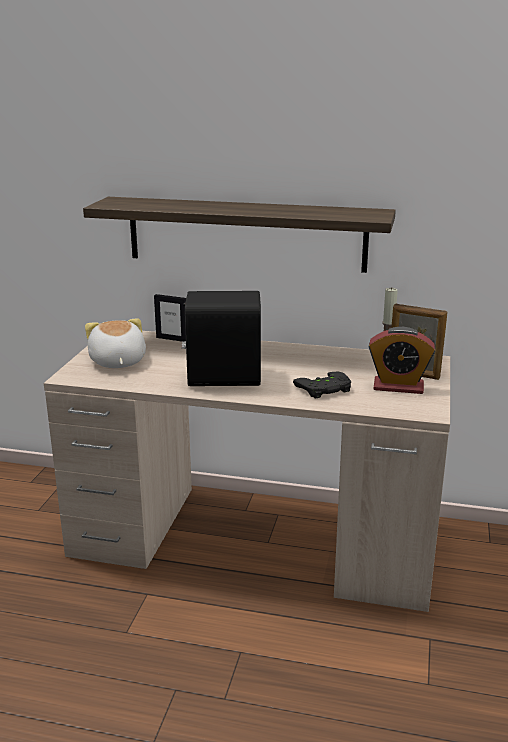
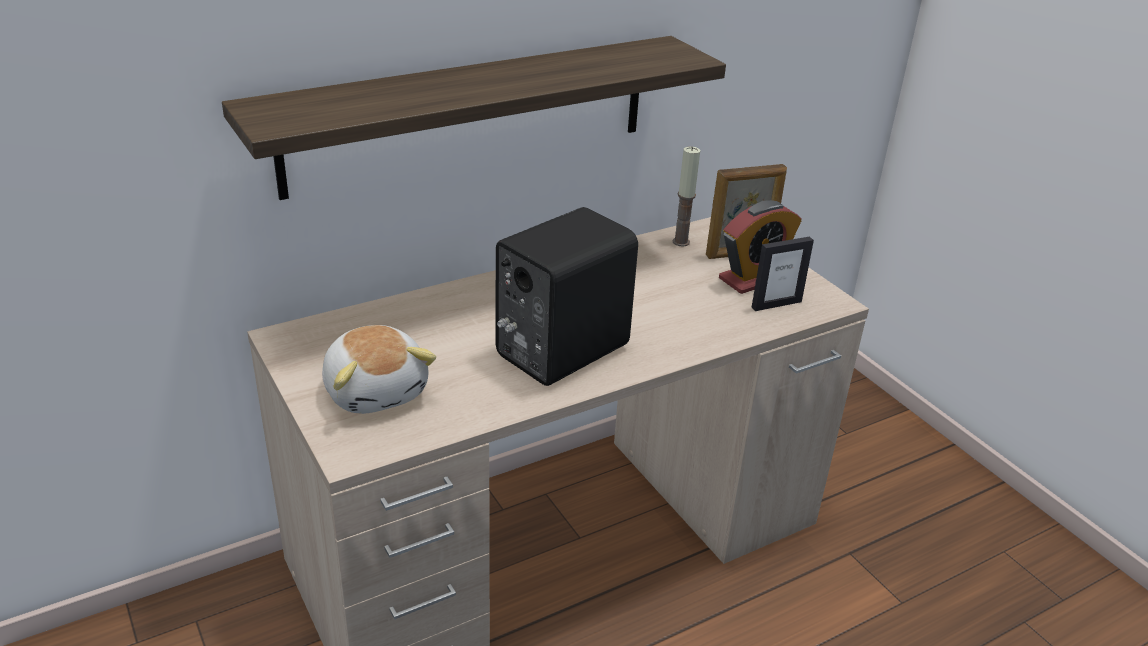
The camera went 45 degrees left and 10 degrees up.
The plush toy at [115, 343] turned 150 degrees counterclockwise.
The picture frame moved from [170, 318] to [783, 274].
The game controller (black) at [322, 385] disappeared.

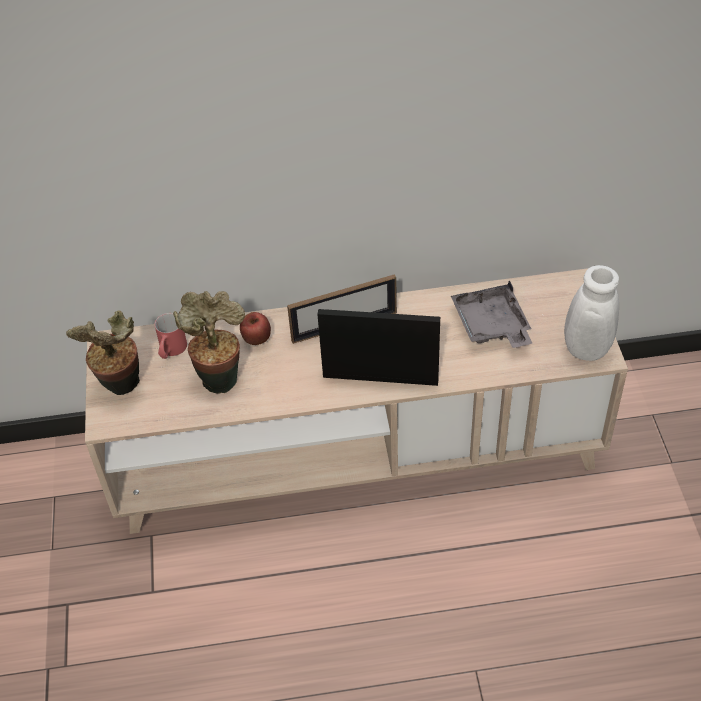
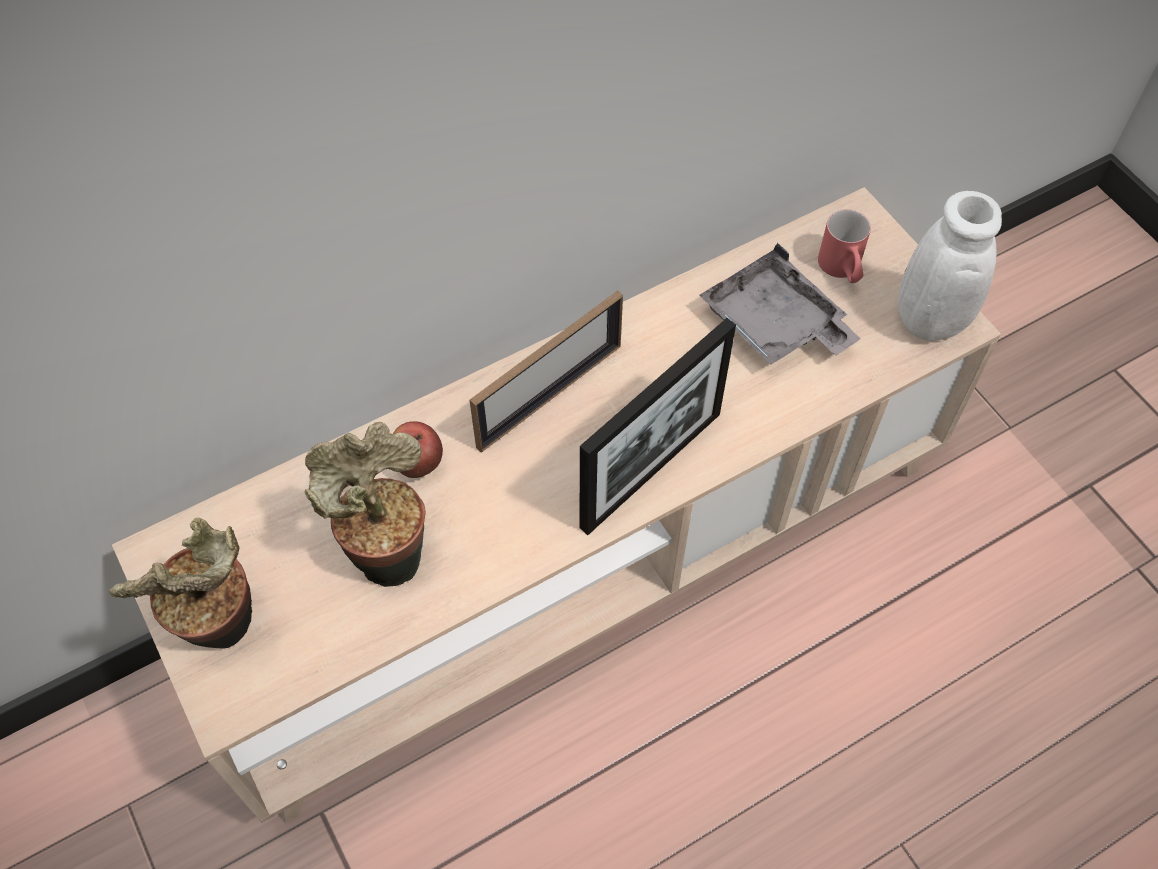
The camera went 25 degrees left and 10 degrees up.
The mug (red) moved from [171, 336] to [844, 246].
The picture frame at [378, 347] turned 150 degrees clockwise.

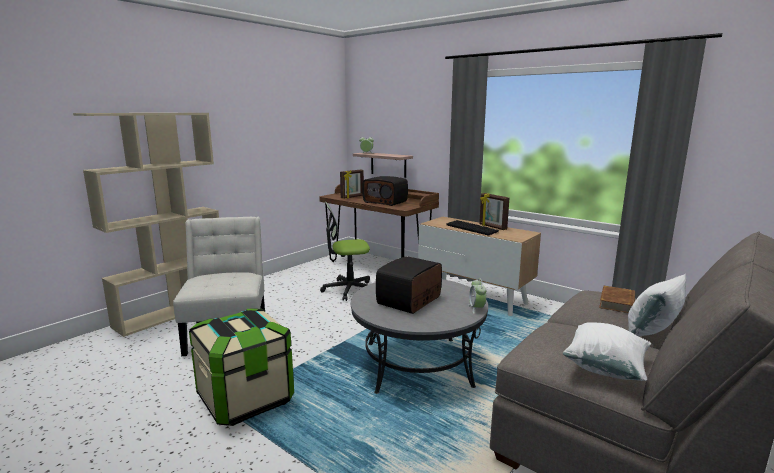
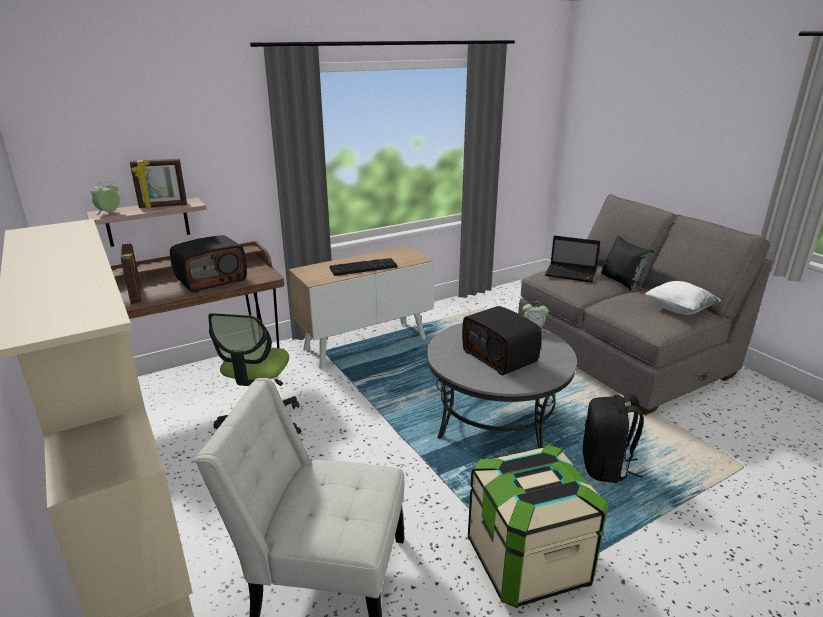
The camera went 70 degrees left and 10 degrees up.
The picture frame moved from [494, 211] to [158, 183].
The book (brown) at [617, 299] was replaced by the laptop at [572, 259].
The pillow (white) at [657, 305] became the pillow (black) at [627, 263].
The backpack (black) at [613, 438] appeared.

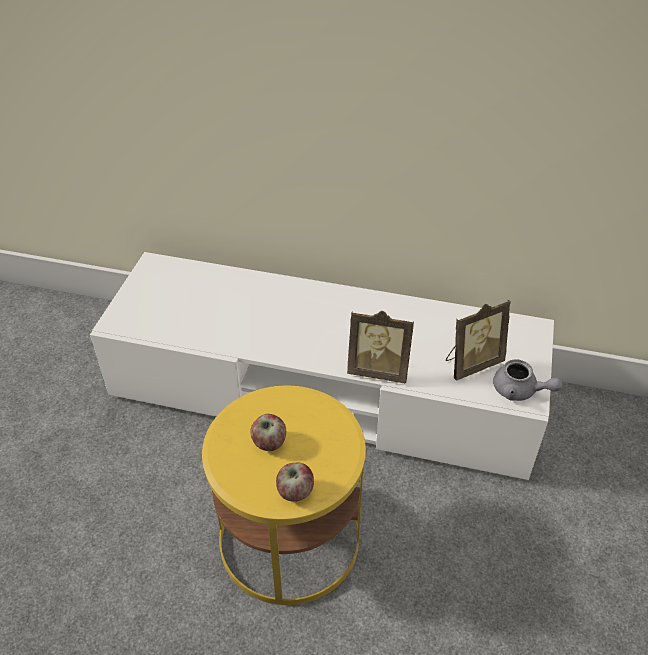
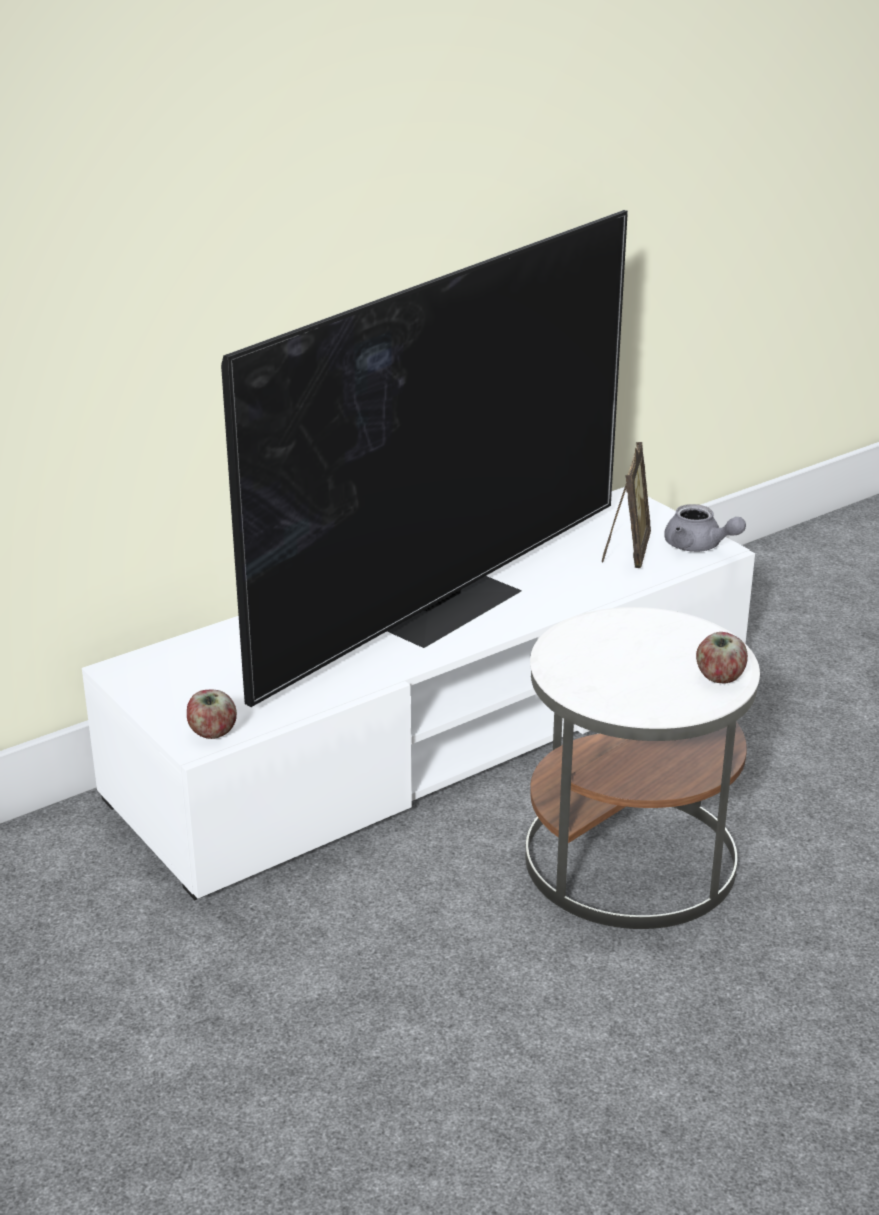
The camera went 50 degrees left and 15 degrees down.
The side table (yellow) at [284, 495] became the side table (white) at [642, 768].
The apple moved from [268, 432] to [212, 714].
The picture frame at [380, 347] disappeared.
The teapot (grey) at [528, 380] turned 60 degrees clockwise.
The television at [424, 458] appeared.

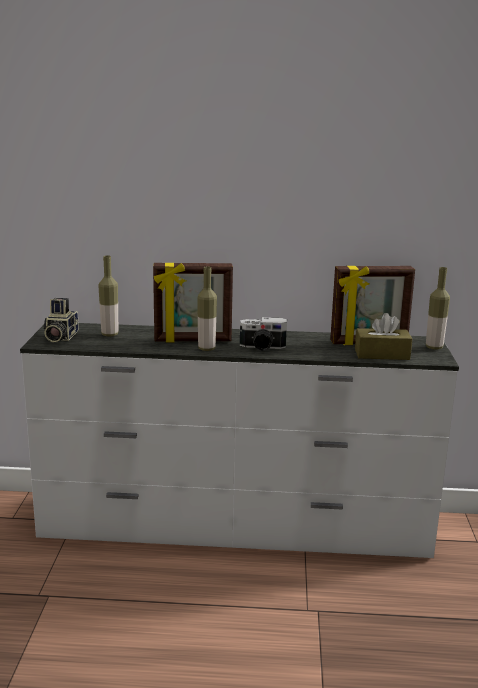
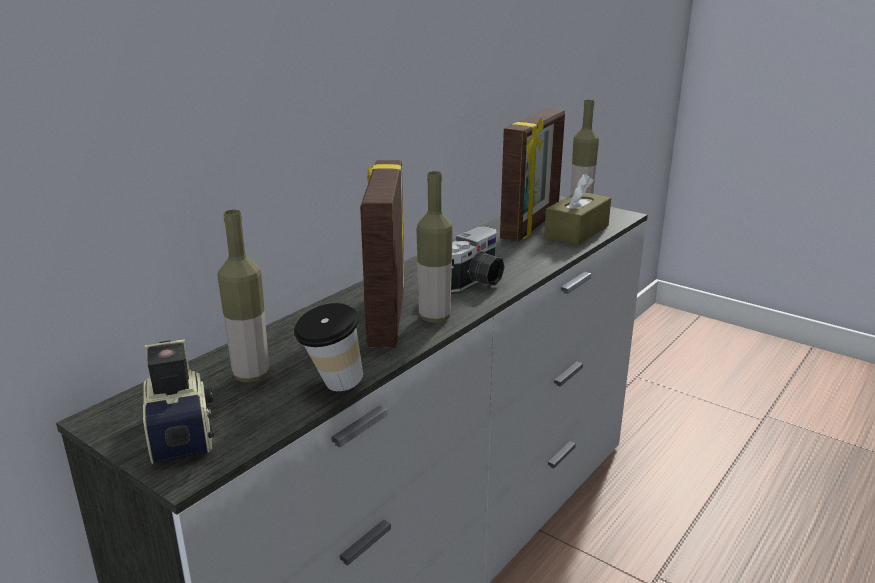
The camera went 55 degrees left and 5 degrees up.
The photo camera at [61, 320] turned 150 degrees counterclockwise.
The picture frame at [193, 303] turned 150 degrees clockwise.
The cup at [328, 347] appeared.

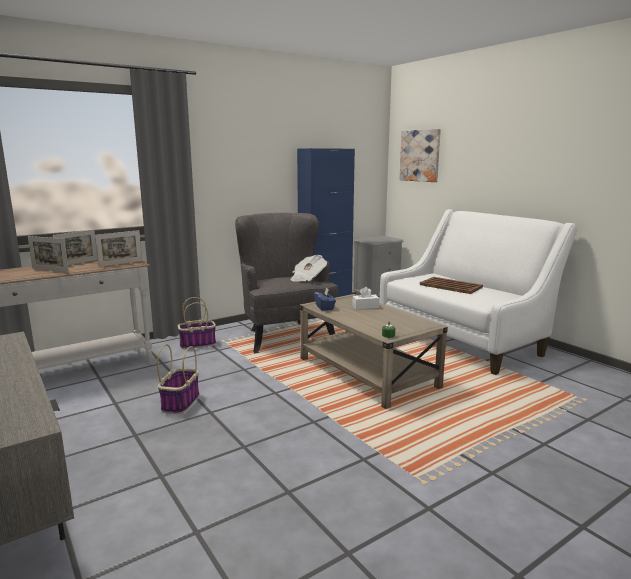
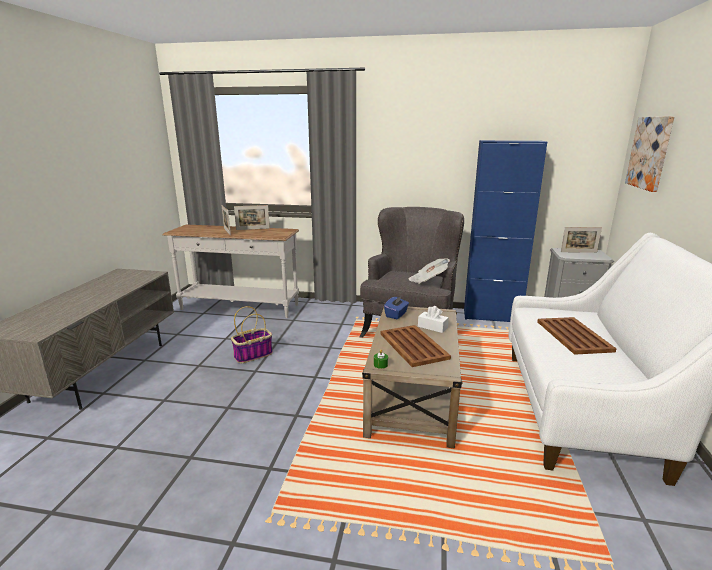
The camera went 45 degrees right and 5 degrees up.
The picture frame moved from [118, 248] to [581, 240].
The basket at [197, 323] disappeared.
The tray (brown) at [416, 346] appeared.

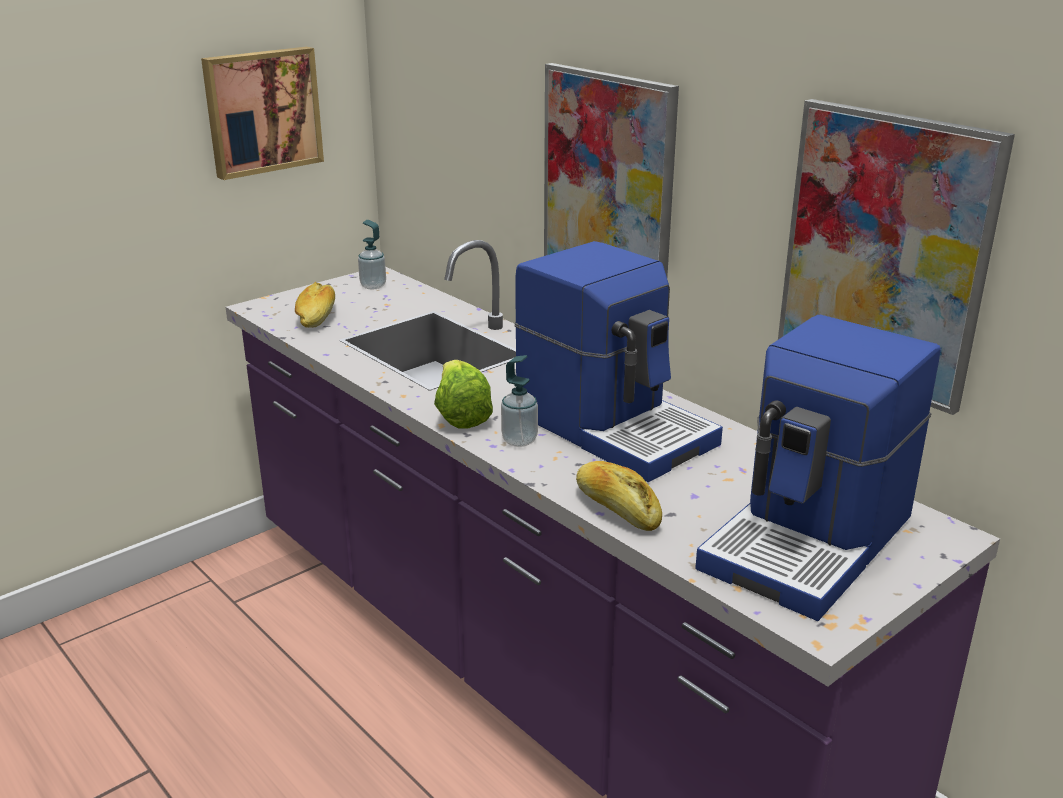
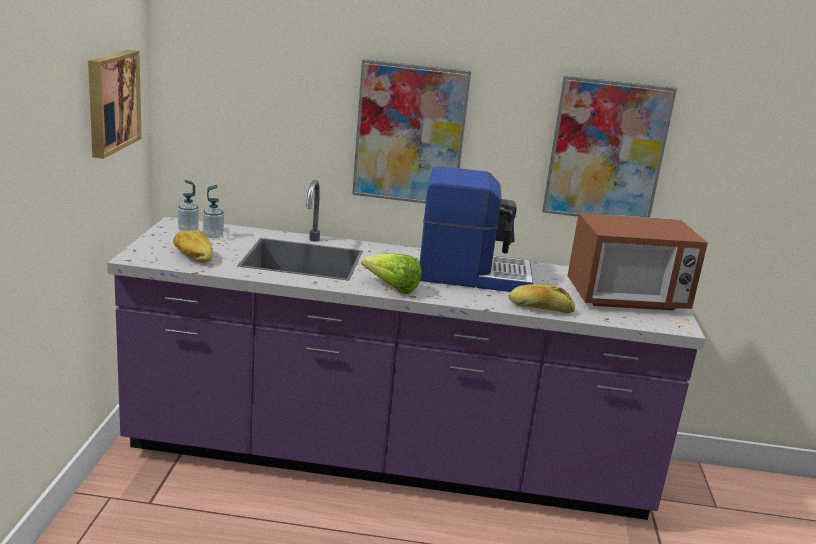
The camera went 45 degrees left and 5 degrees down.
The soap dispenser moved from [519, 401] to [213, 211].
The coffee machine at [818, 468] was replaced by the microwave at [638, 261].

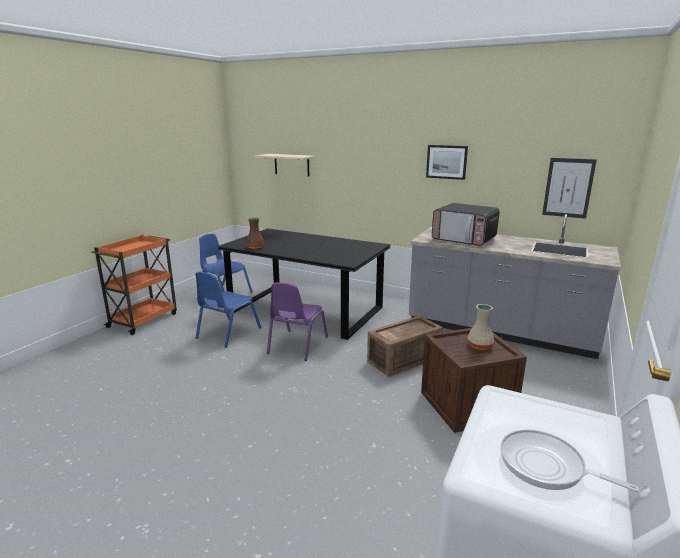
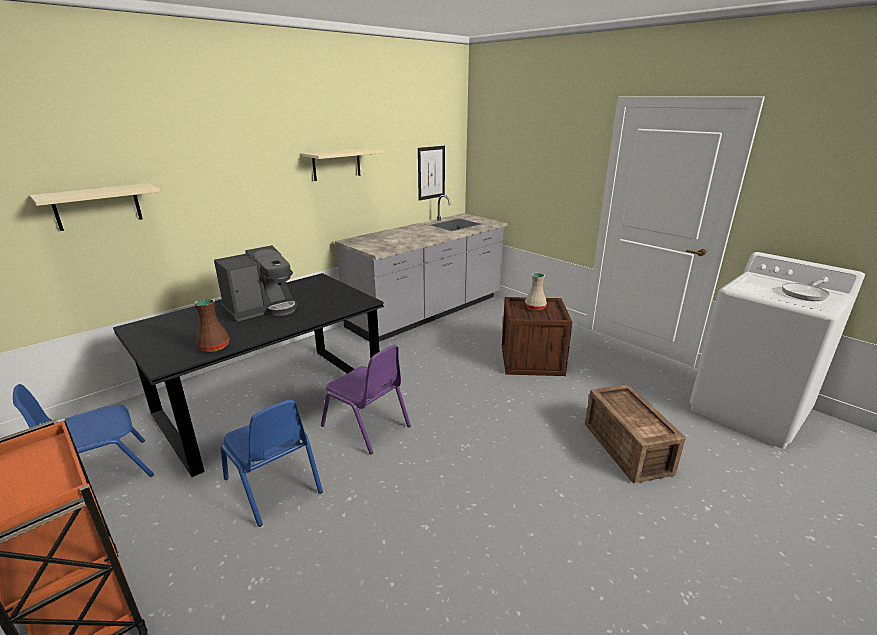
The camera went 70 degrees left and 5 degrees up.
The crate moved from [405, 346] to [635, 434].
The picture at [447, 162] was replaced by the shelf (beige) at [343, 164].
The microwave at [466, 224] disappeared.
The coffee machine at [255, 283] appeared.

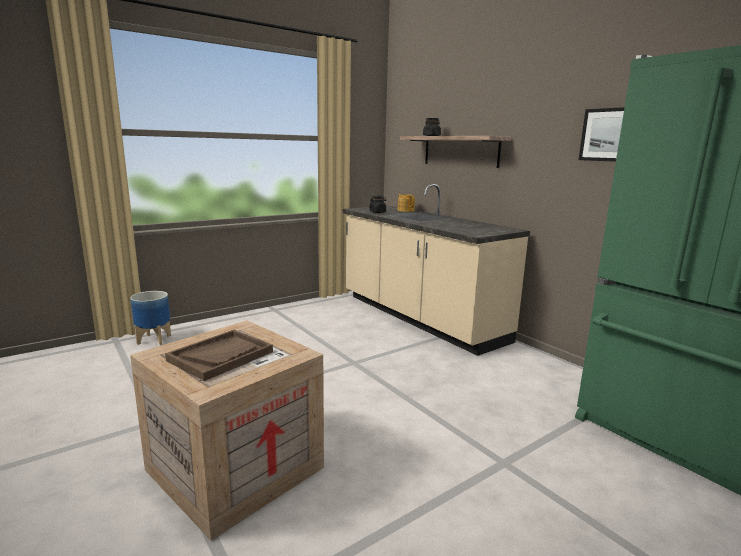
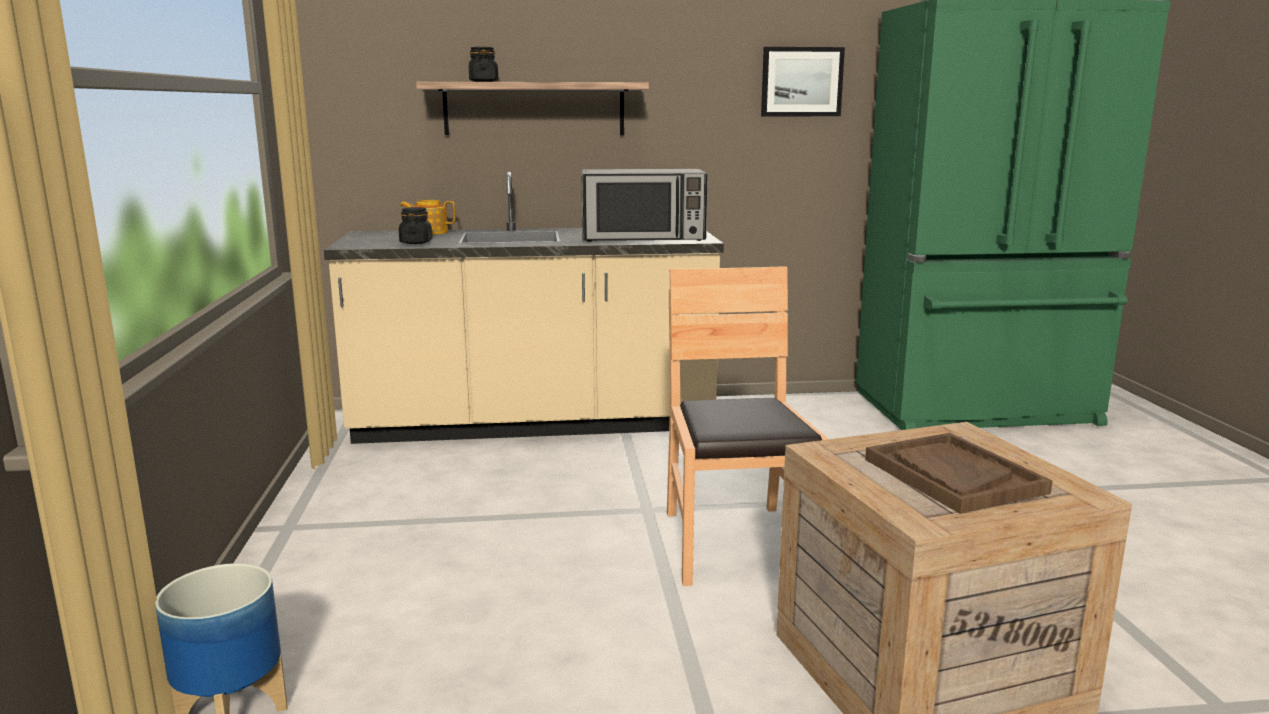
The camera went 60 degrees left and 0 degrees up.
The microwave at [644, 205] appeared.
The chair (brown) at [747, 426] appeared.

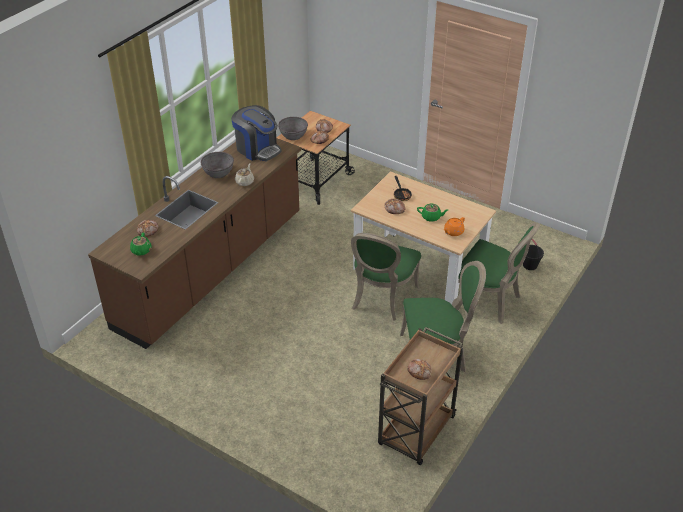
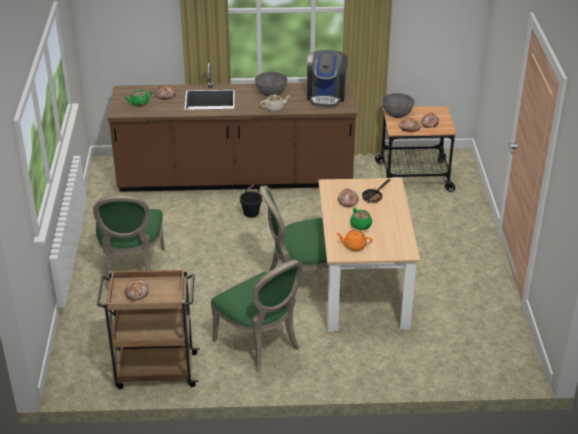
The camera went 55 degrees right and 5 degrees down.
The chair (green) moved from [499, 273] to [129, 241].
The bucket (black) moved from [533, 254] to [251, 201].

